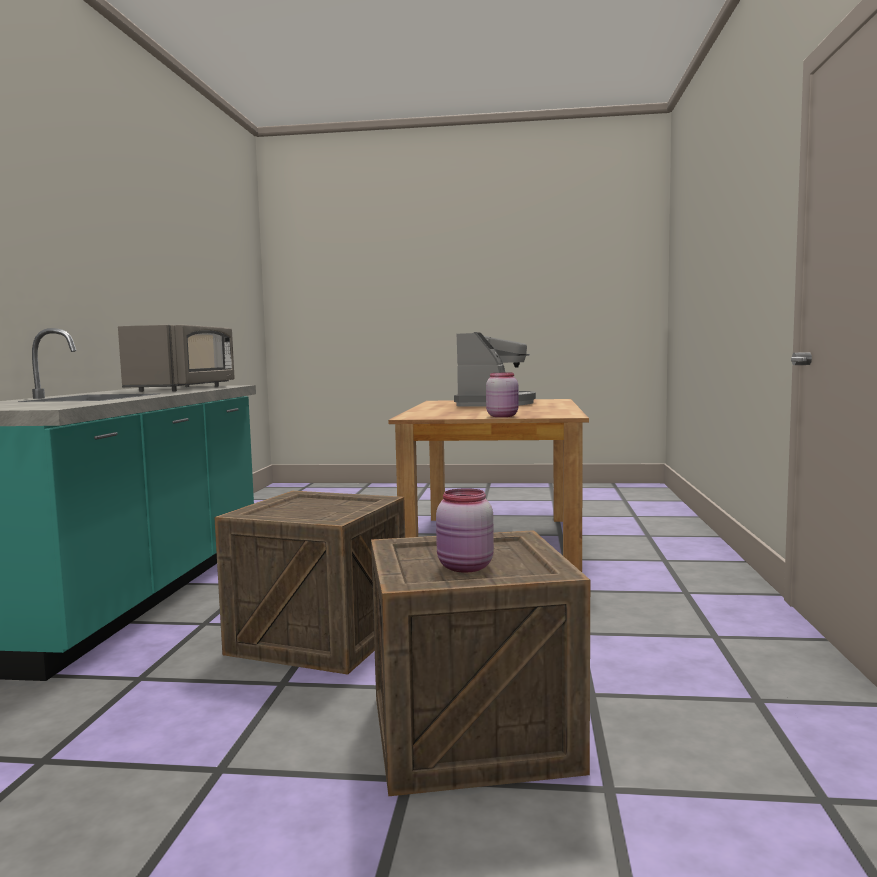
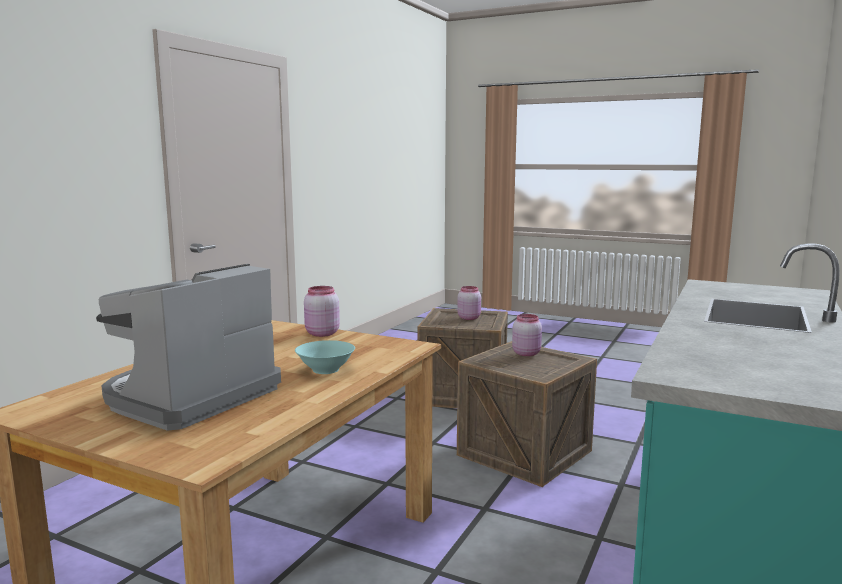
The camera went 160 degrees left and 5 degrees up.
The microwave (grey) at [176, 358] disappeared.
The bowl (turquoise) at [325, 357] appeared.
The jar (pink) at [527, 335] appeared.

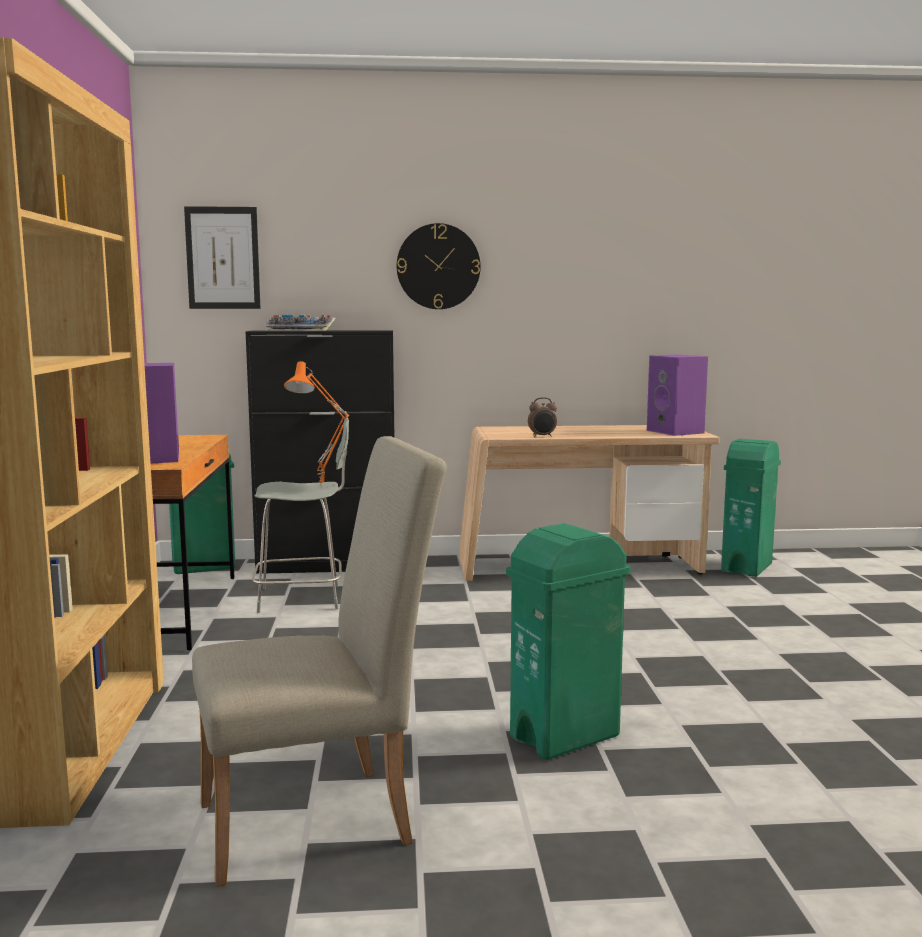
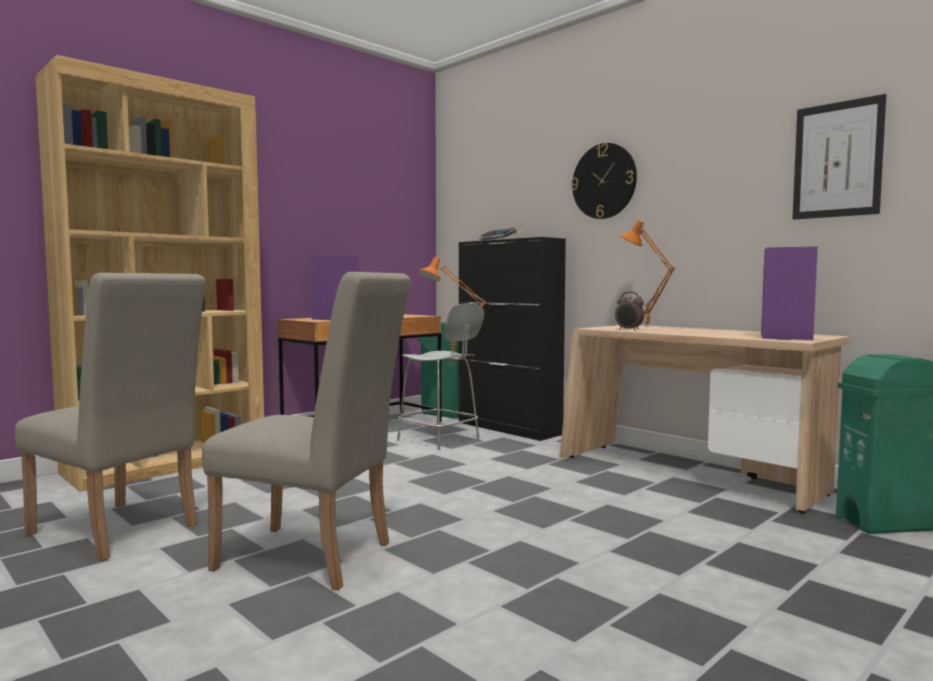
The camera went 50 degrees right and 5 degrees down.
The picture moved from [222, 257] to [839, 157].
The trash can (green) at [568, 642] was replaced by the chair (beige) at [306, 431].
The table lamp (orange) at [647, 273] appeared.

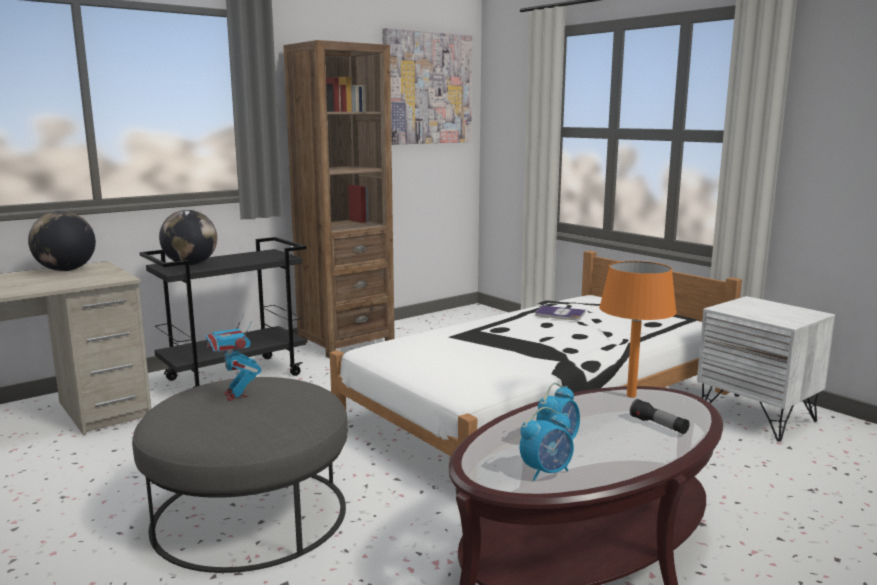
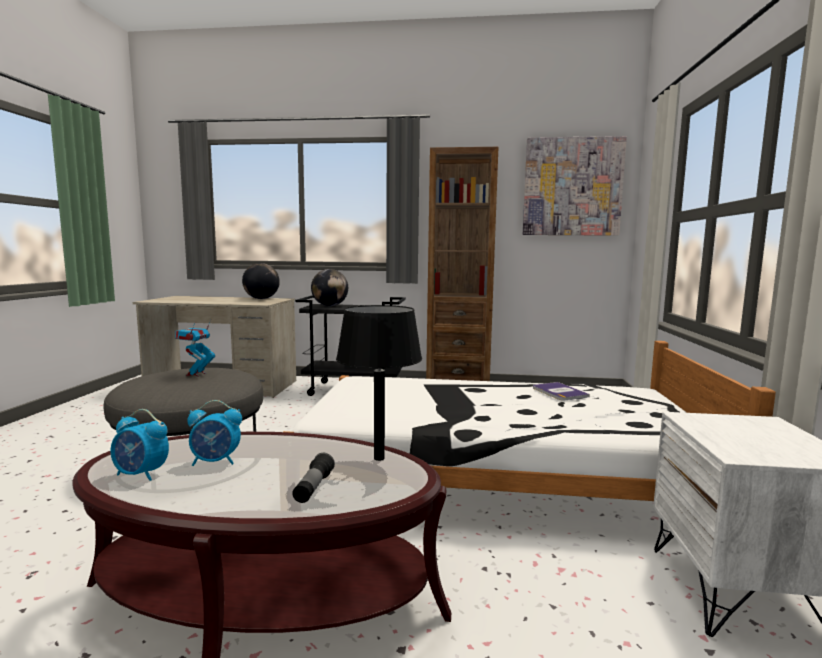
The camera went 45 degrees right and 5 degrees down.
The table lamp (orange) at [638, 329] became the table lamp (black) at [379, 383].

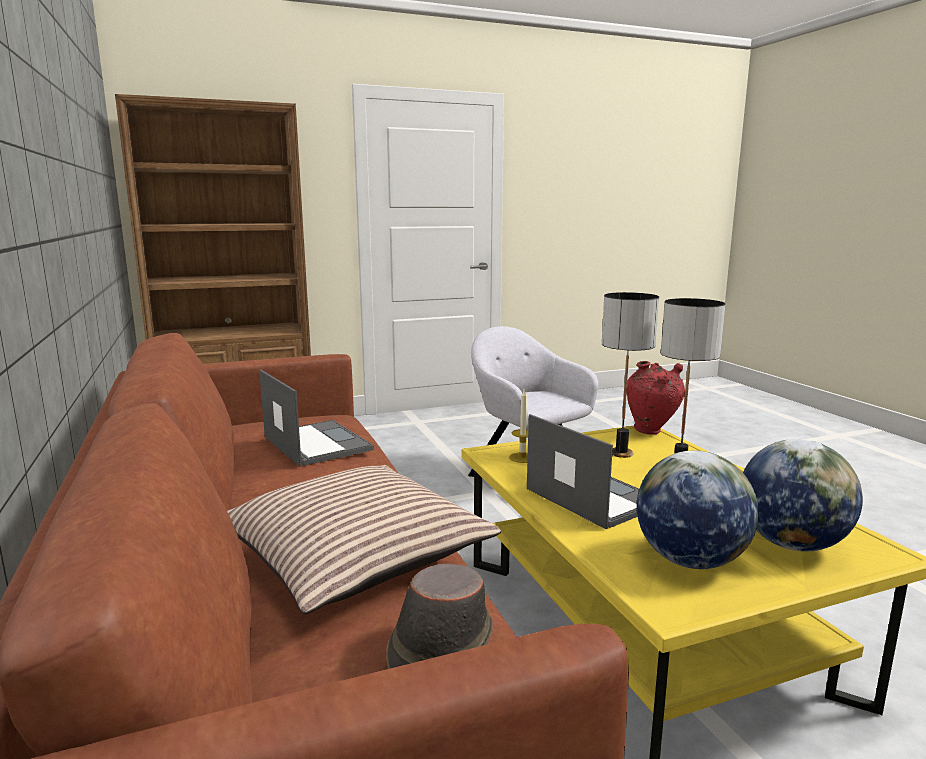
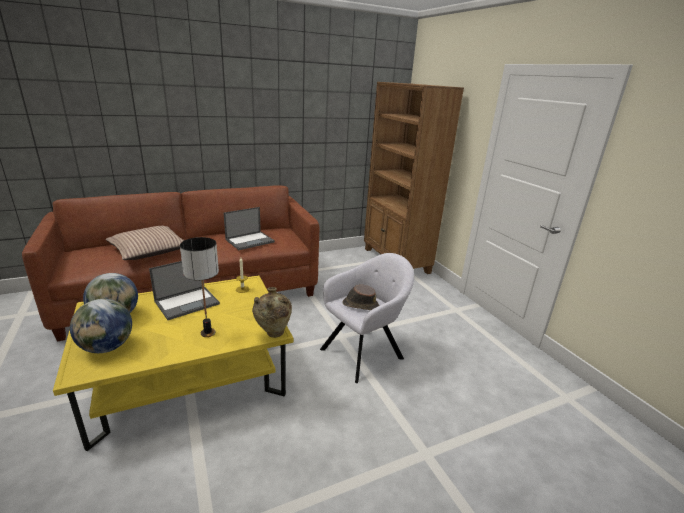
The camera went 85 degrees right and 10 degrees up.
The hat (brown) moved from [439, 616] to [361, 297].
The table lamp at [630, 375] disappeared.
The vase (red) at [656, 398] became the vase (beige) at [272, 312].

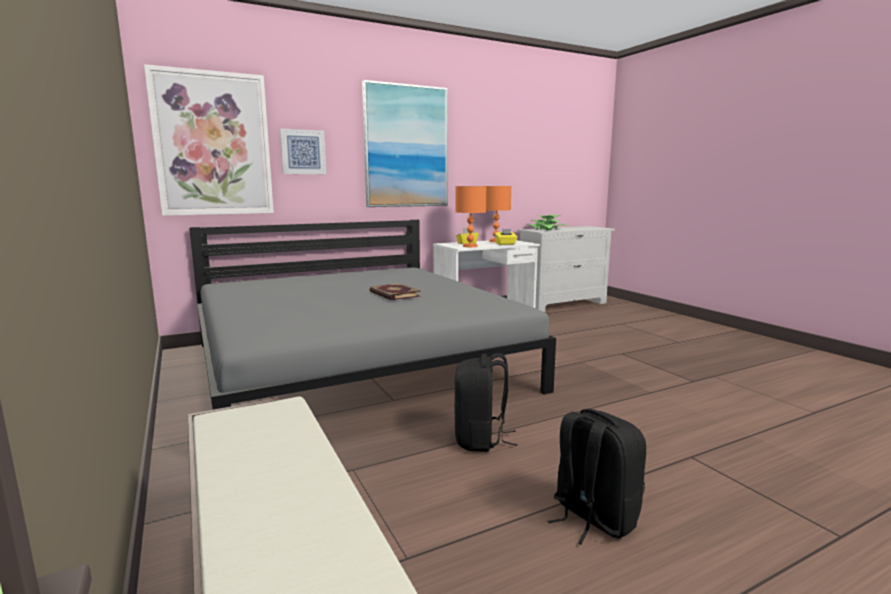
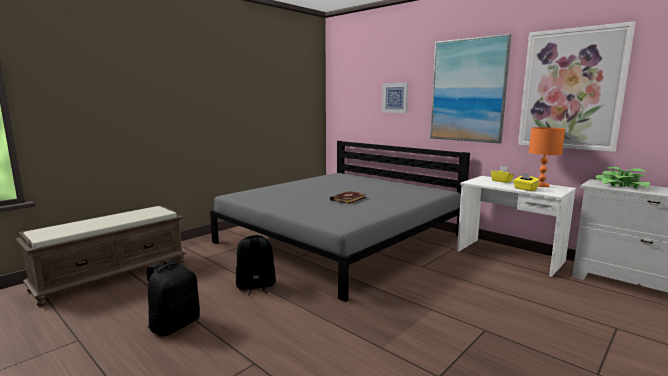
The camera went 70 degrees right and 0 degrees up.
The picture moved from [209, 140] to [577, 86].
The table lamp (orange) at [470, 216] disappeared.

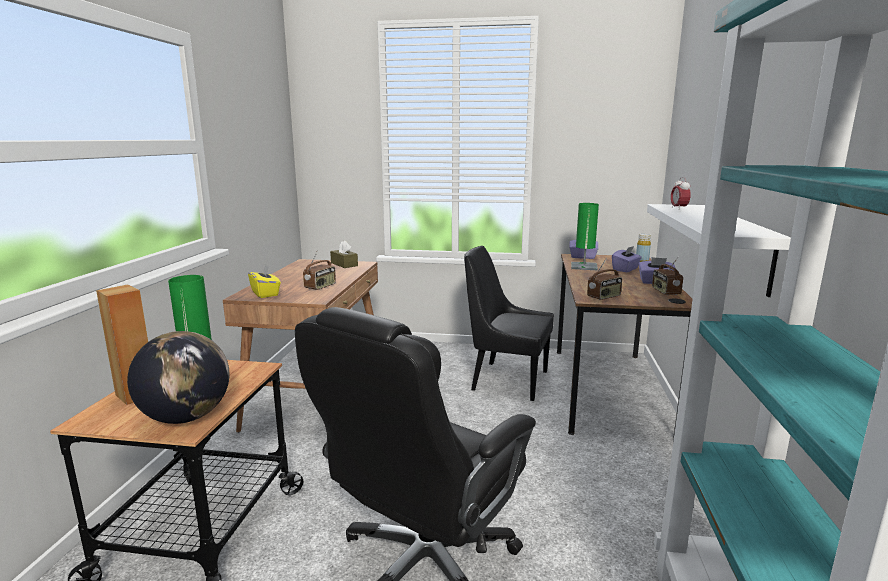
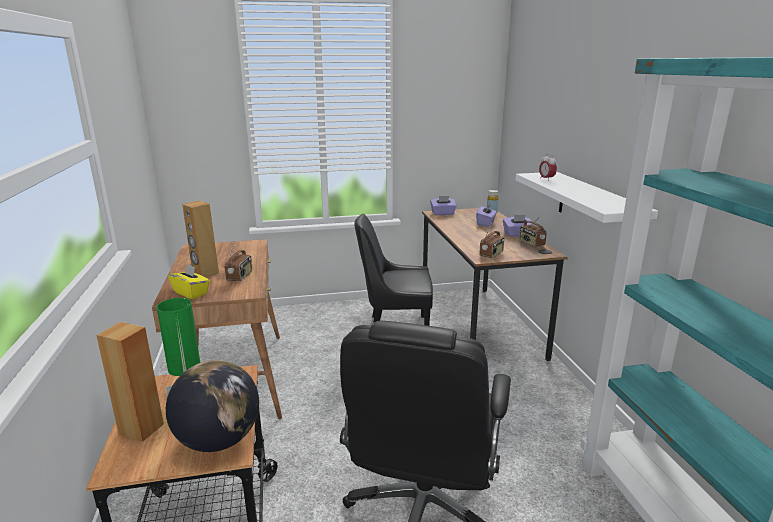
The camera went 20 degrees left and 5 degrees up.
The tissue box (brown) at [344, 254] disappeared.
The table lamp (green) at [585, 236] disappeared.
The speaker (brown) at [200, 239] appeared.

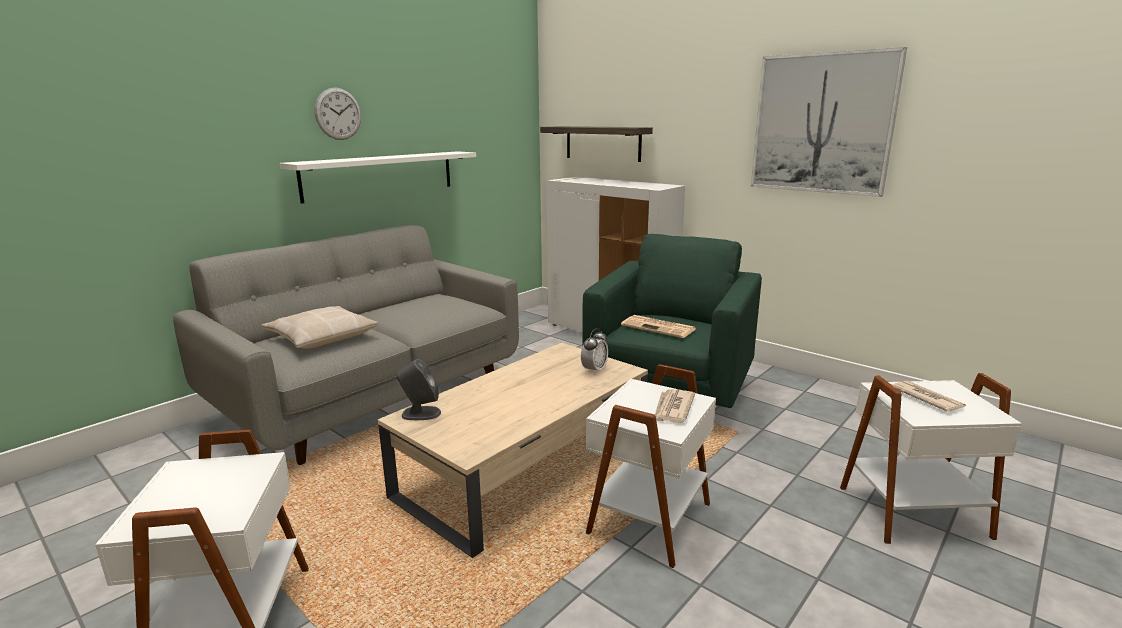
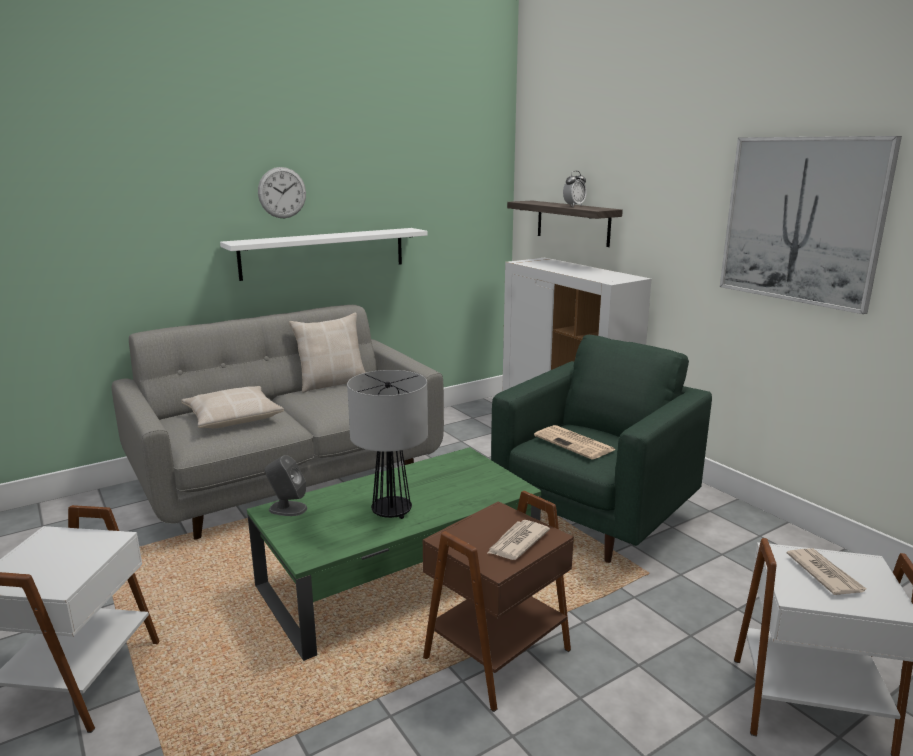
The camera went 15 degrees right and 0 degrees up.
The coffee table (beige) at [513, 450] became the coffee table (green) at [394, 554].
The alarm clock moved from [594, 351] to [575, 188].
The side table (white) at [651, 466] became the side table (brown) at [498, 601].
The pillow (beige) at [327, 353] appeared.
The table lamp at [387, 444] appeared.

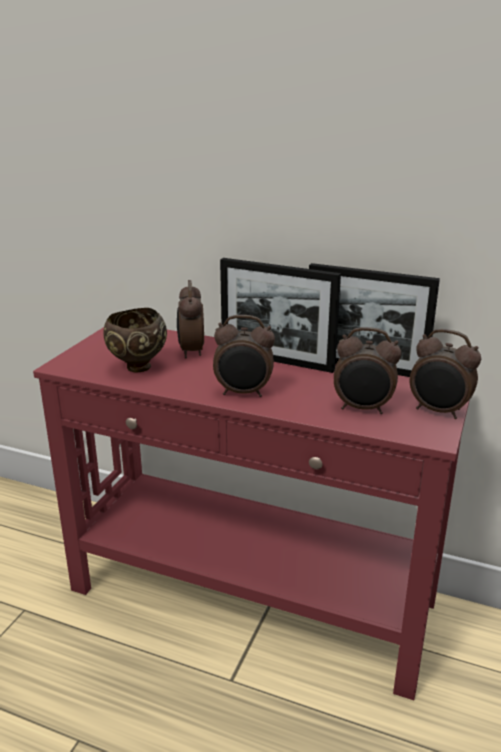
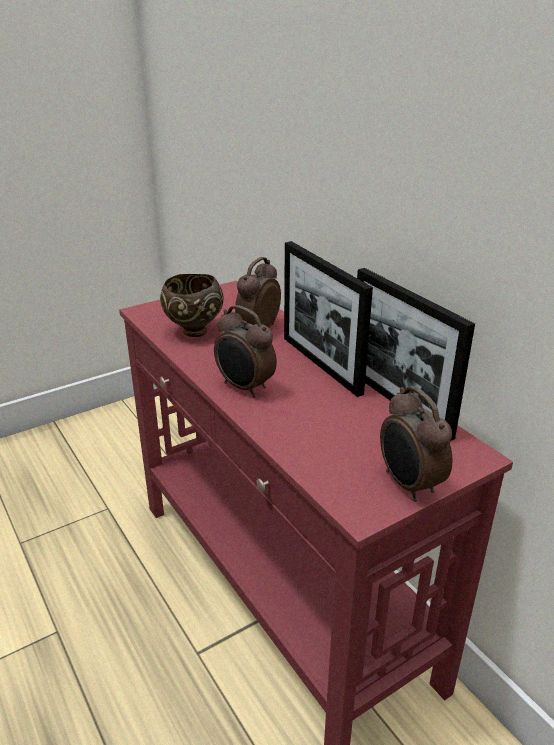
The camera went 35 degrees right and 5 degrees up.
The alarm clock at [367, 370] disappeared.

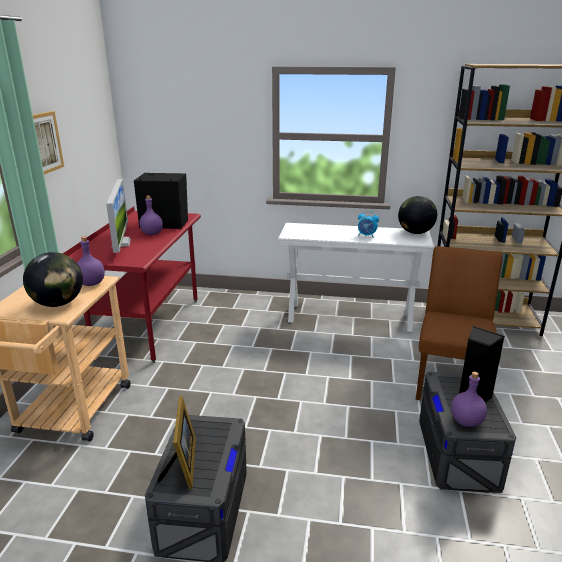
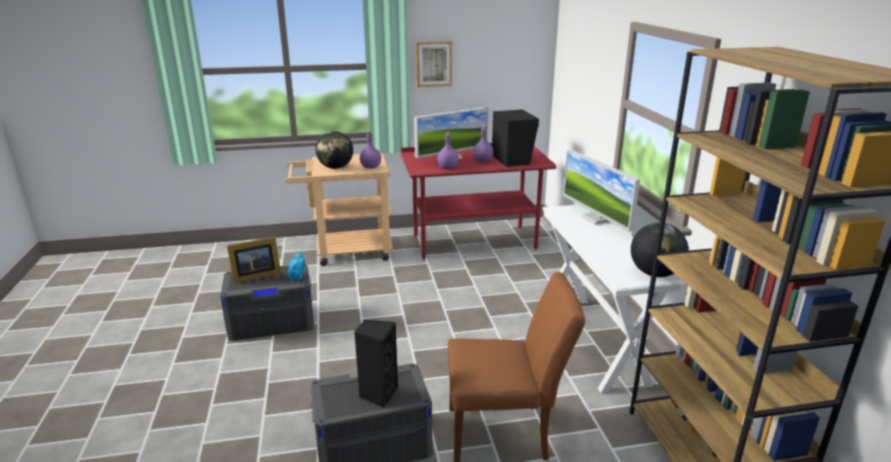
The camera went 70 degrees right and 0 degrees up.
The alarm clock moved from [368, 224] to [296, 267].
The bottle (purple) moved from [469, 399] to [448, 150].
The monitor at [601, 190] appeared.

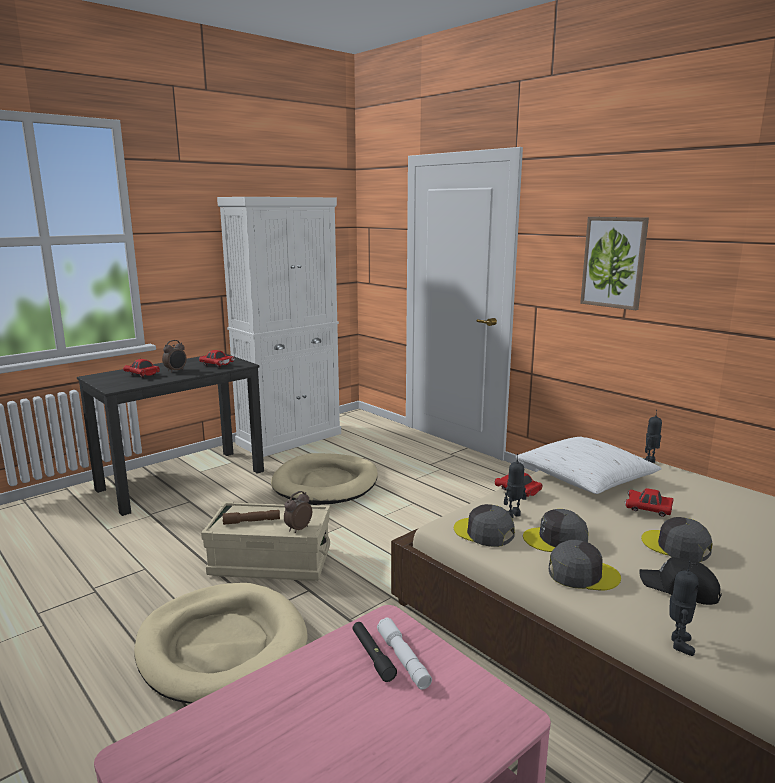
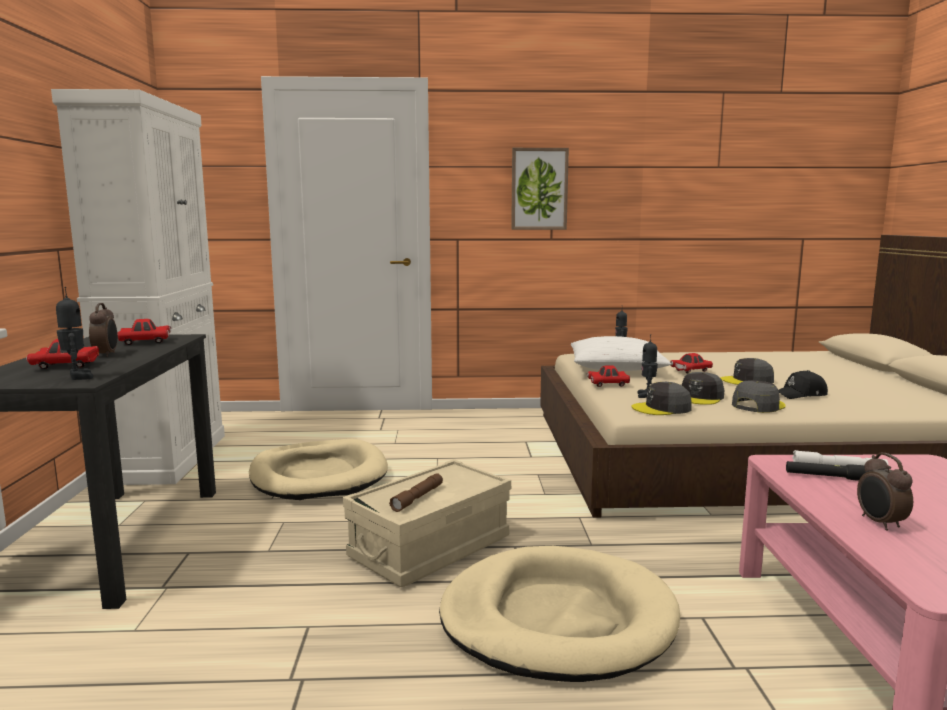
The camera went 50 degrees left and 5 degrees down.
The alarm clock moved from [298, 512] to [885, 492].
The toy robot moved from [683, 608] to [74, 333].

